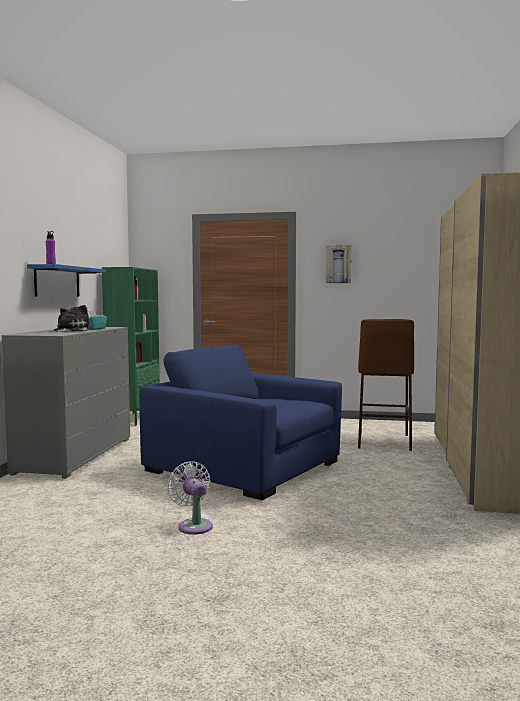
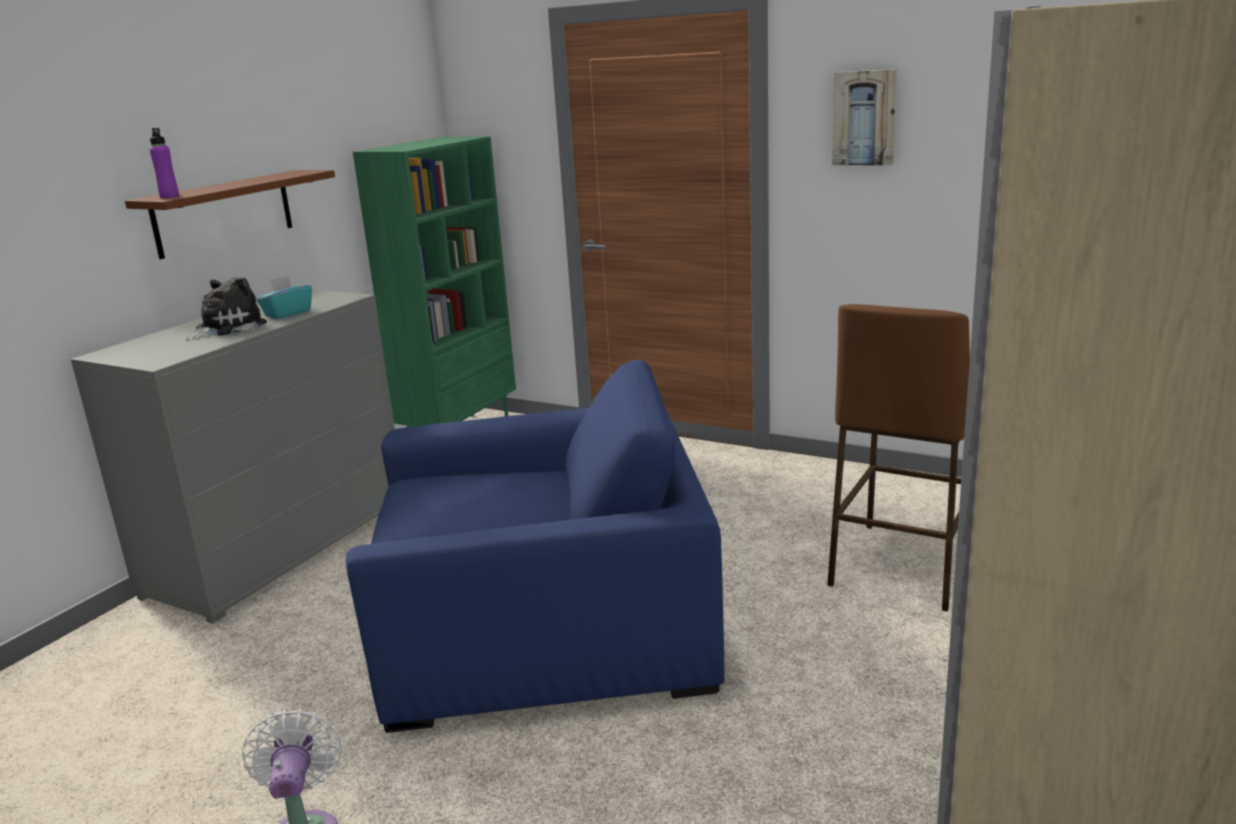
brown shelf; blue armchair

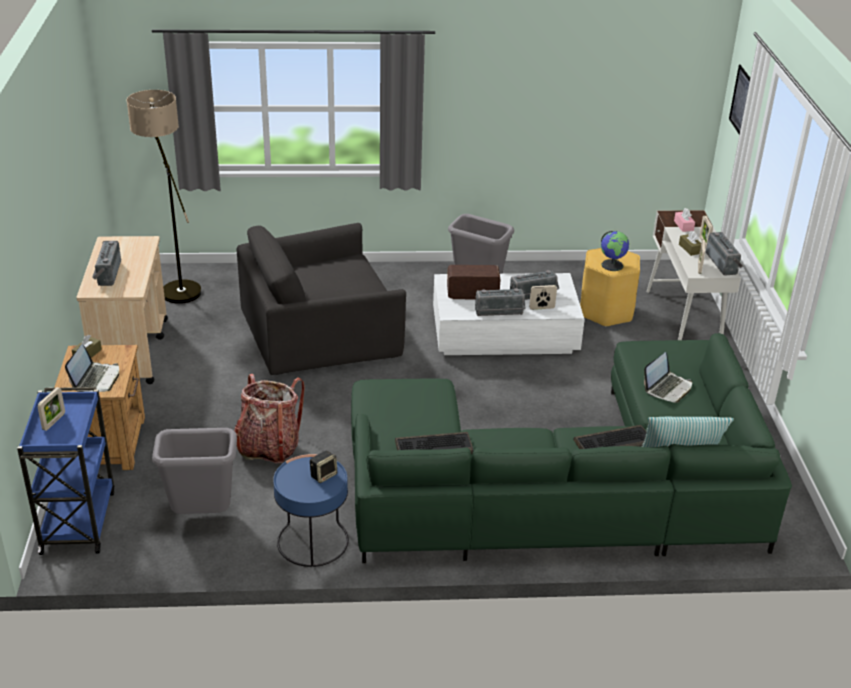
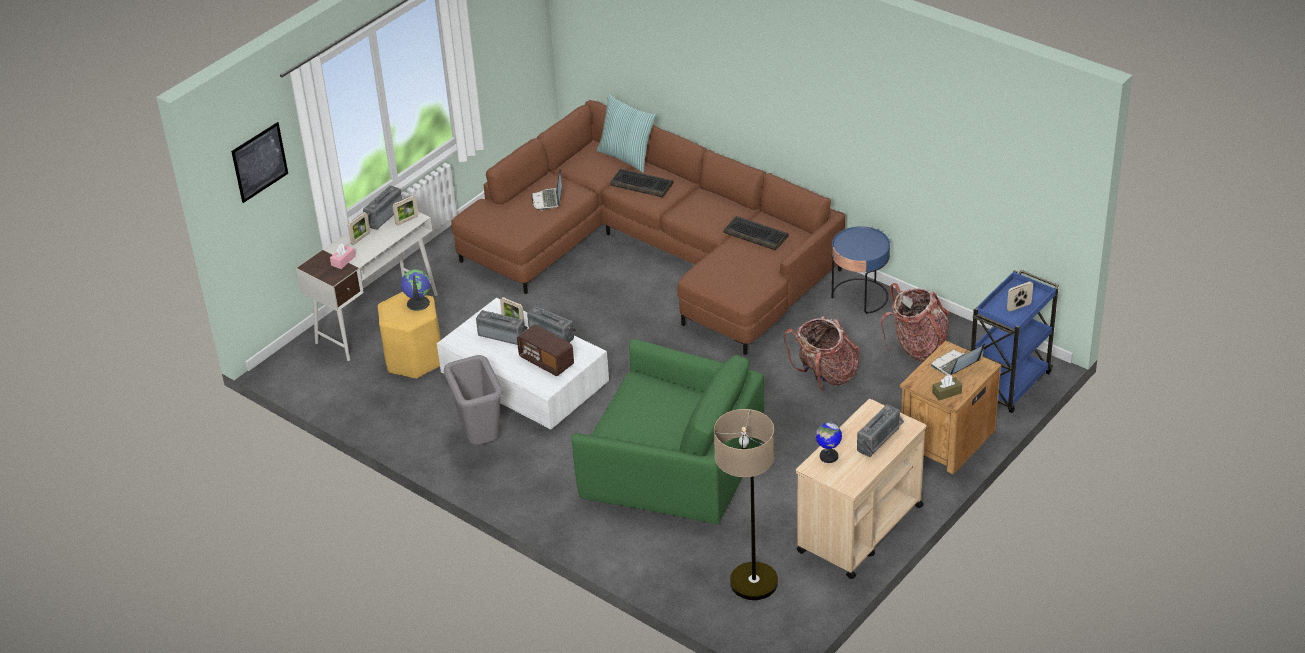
speaker; brown tissue box (2nd from left in the first image); globe (2nd from left); backpack (2nd from left); green armchair; brown sofa; laptop (1st from left)

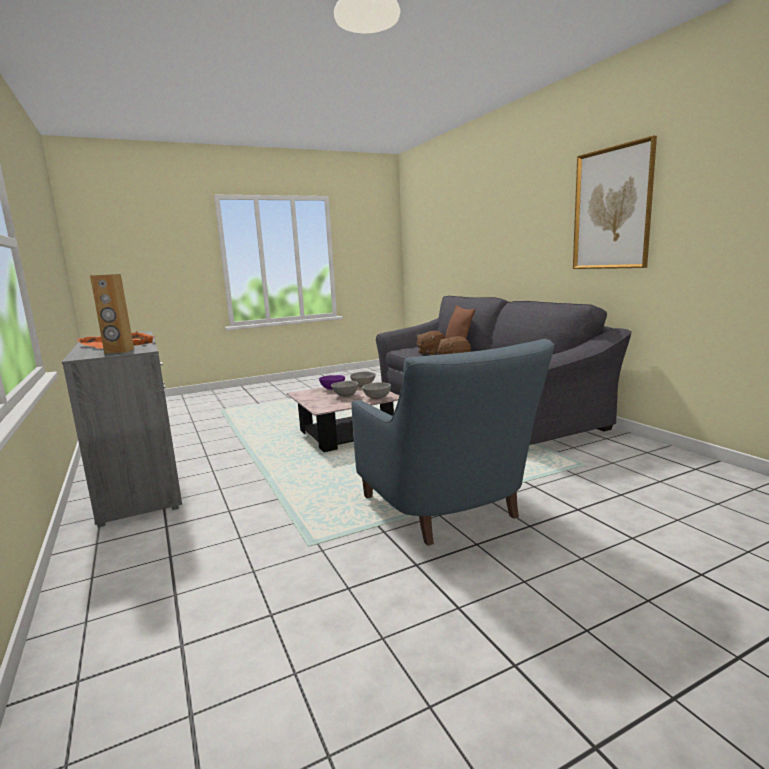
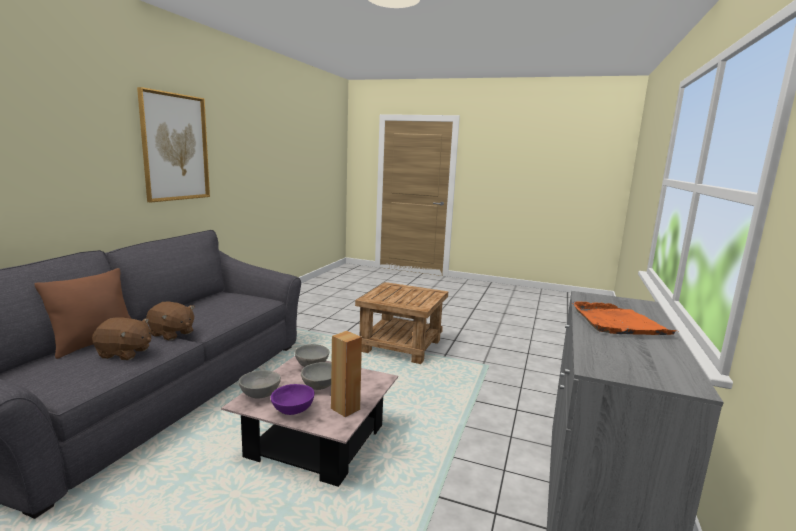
brown speaker; brown side table

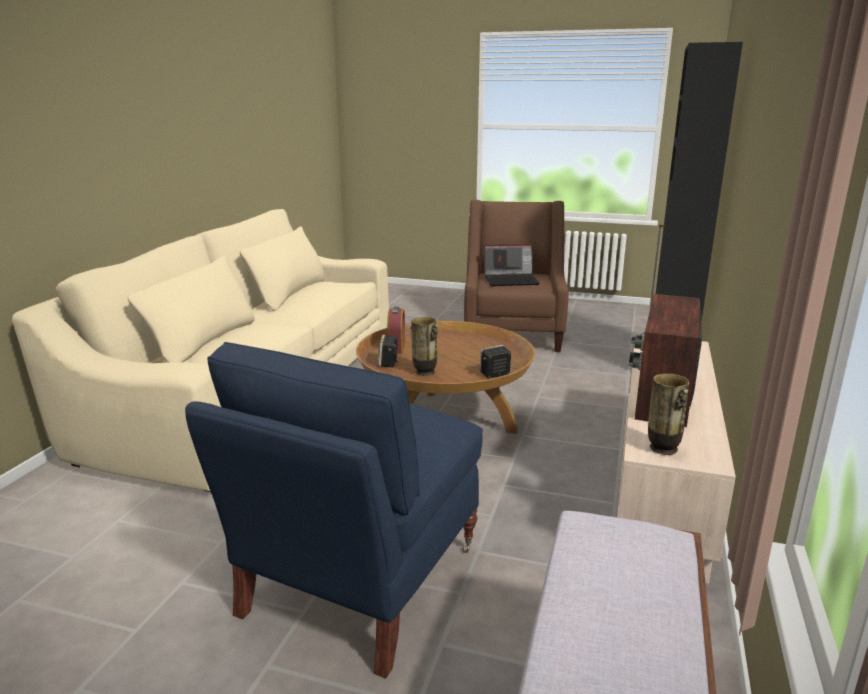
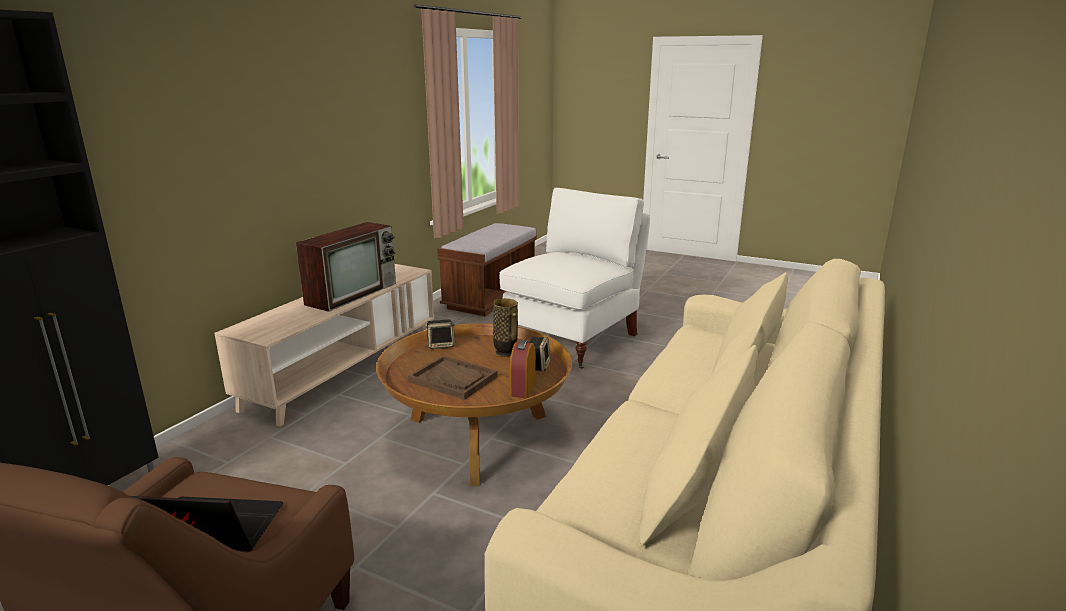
vase (2nd from left in the first image); brown tray; white armchair

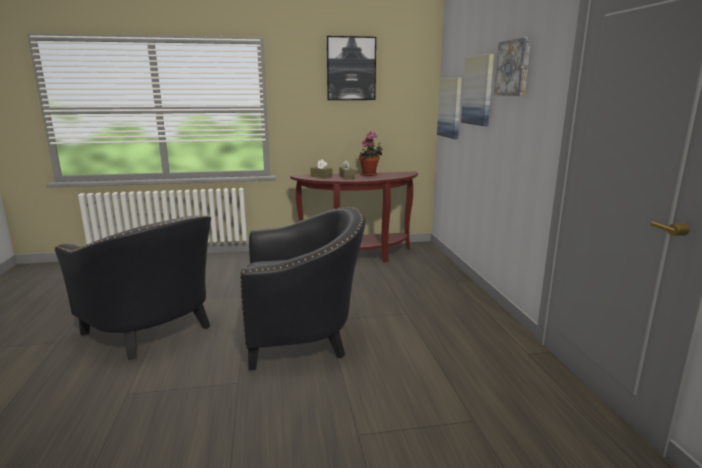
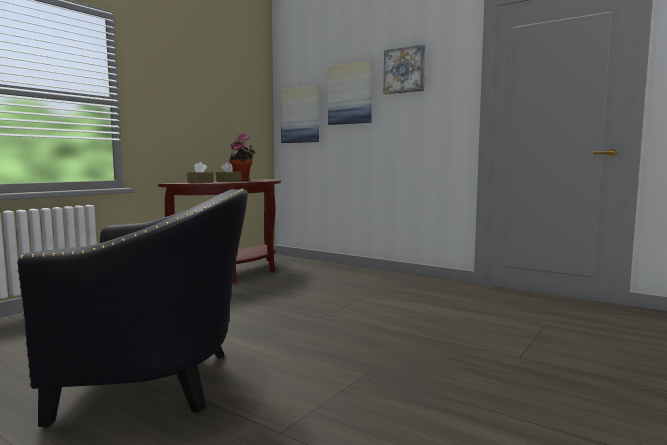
black armchair (2nd from left in the first image); picture (1st from left in the first image)

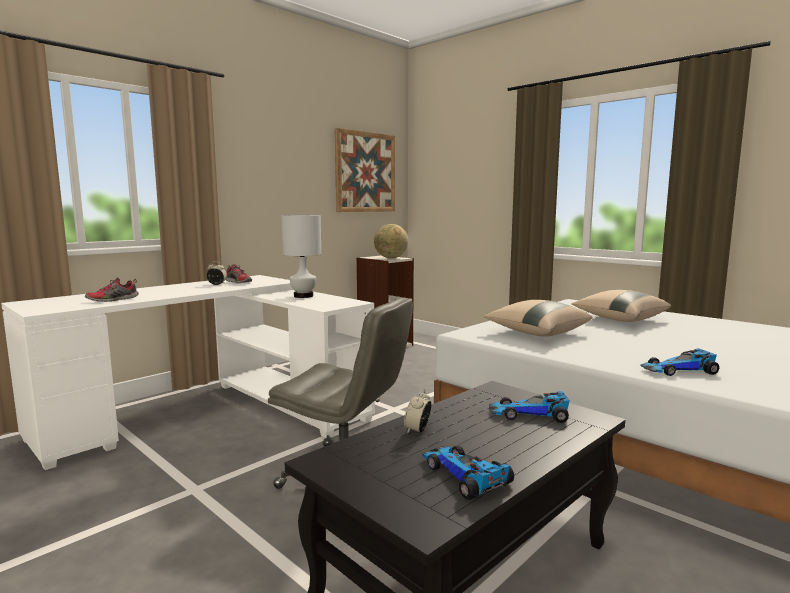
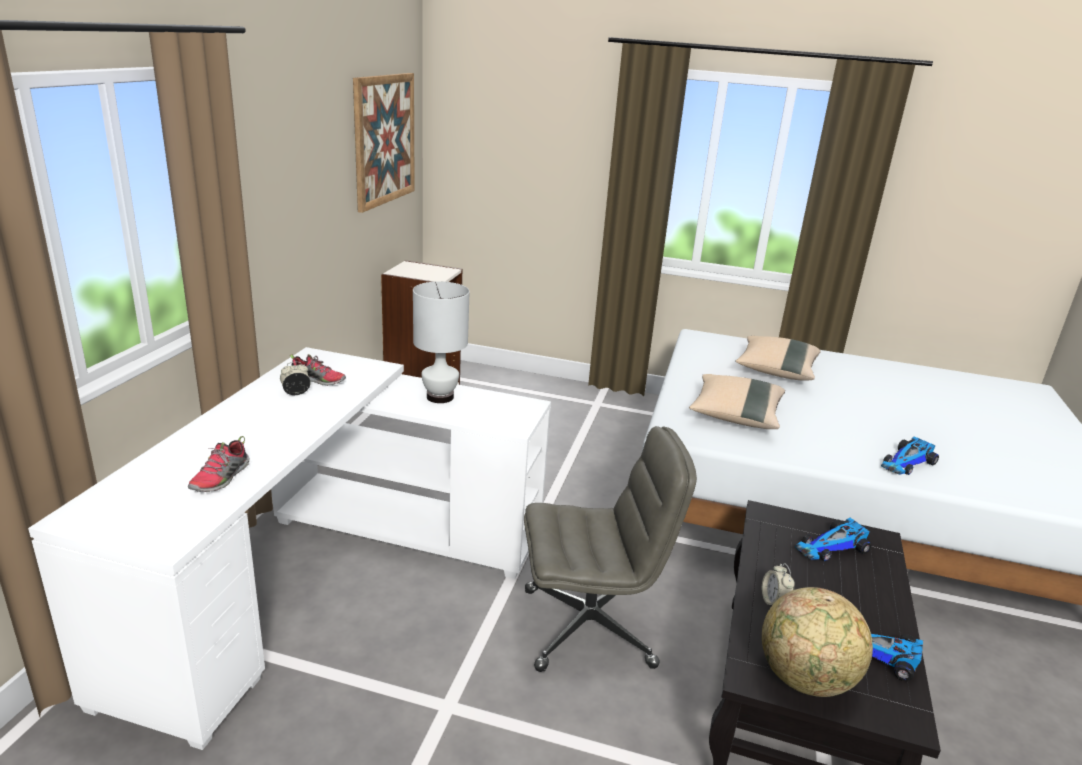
globe

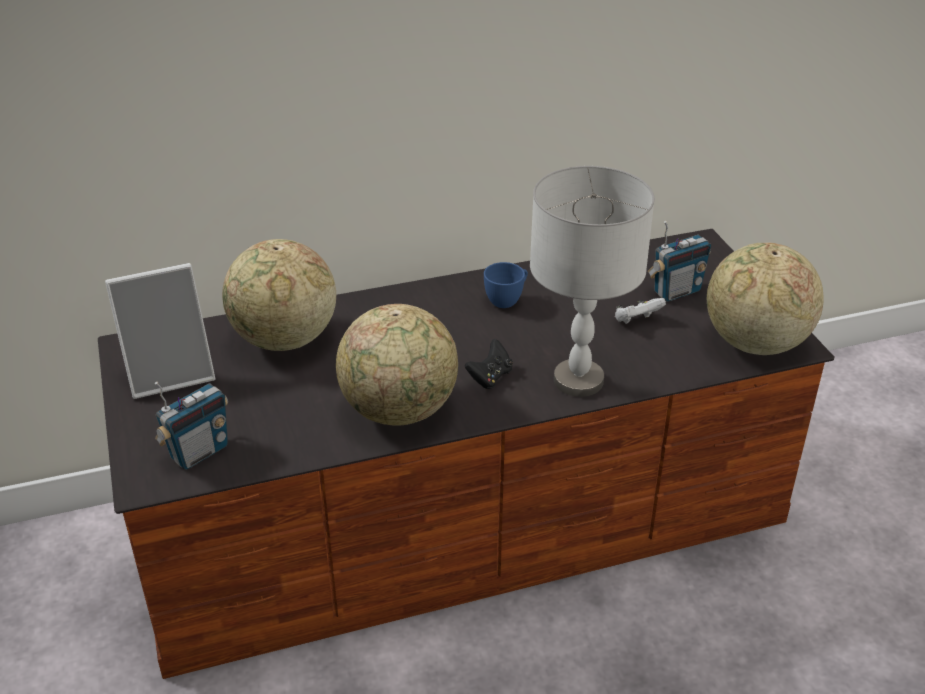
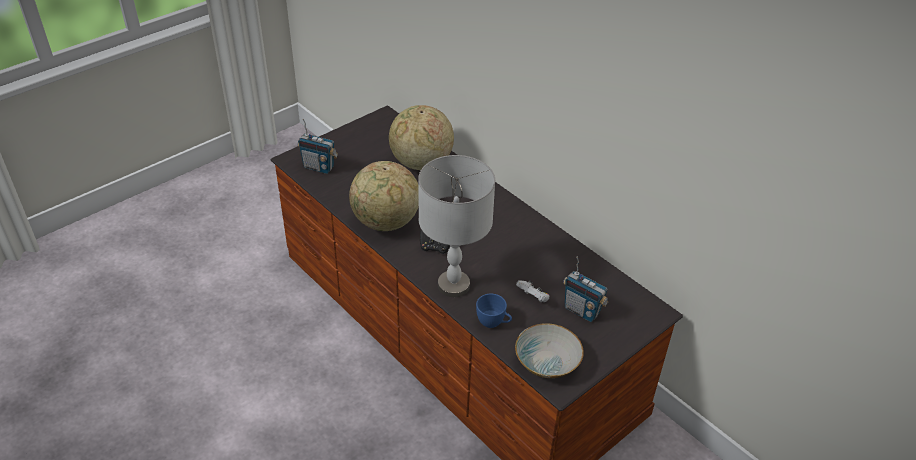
picture frame; blue cup; bowl

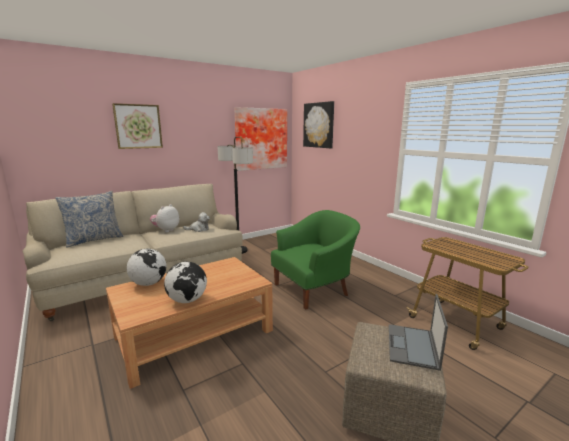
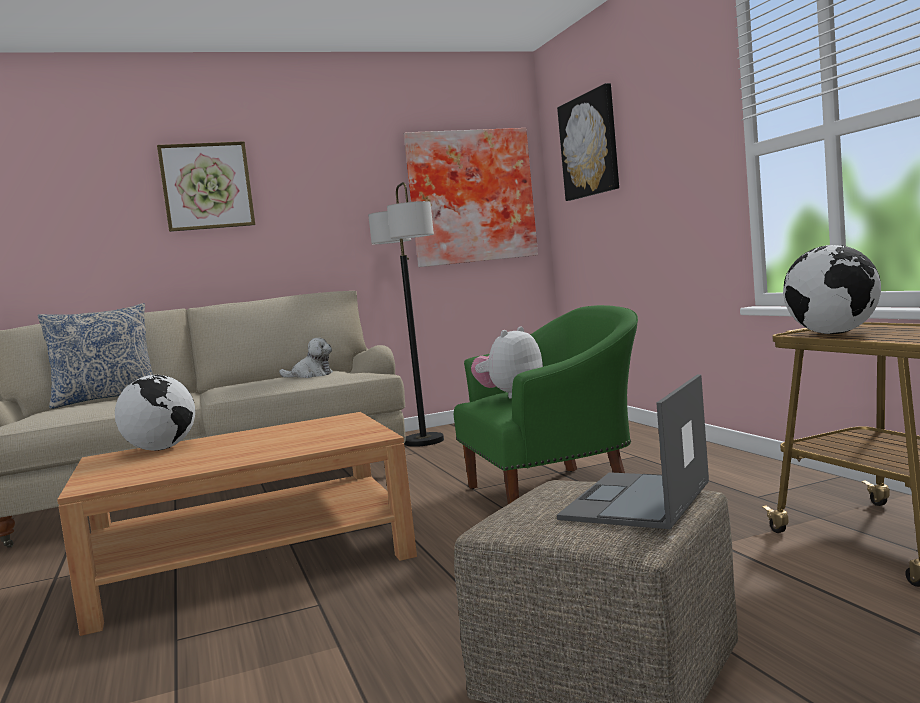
plush toy (2nd from left); globe (2nd from left)

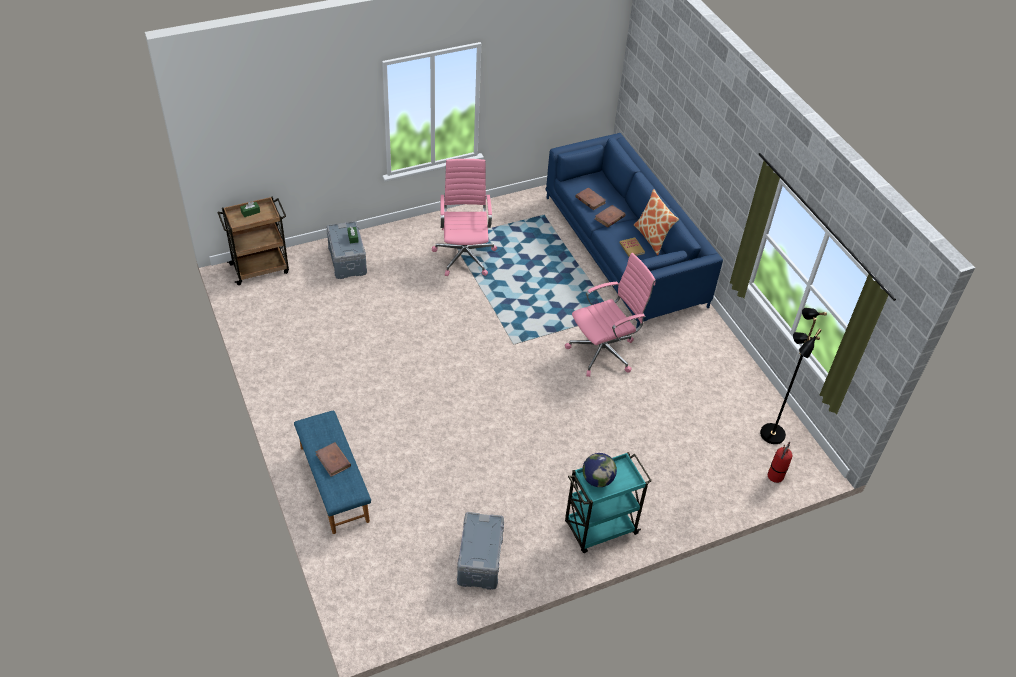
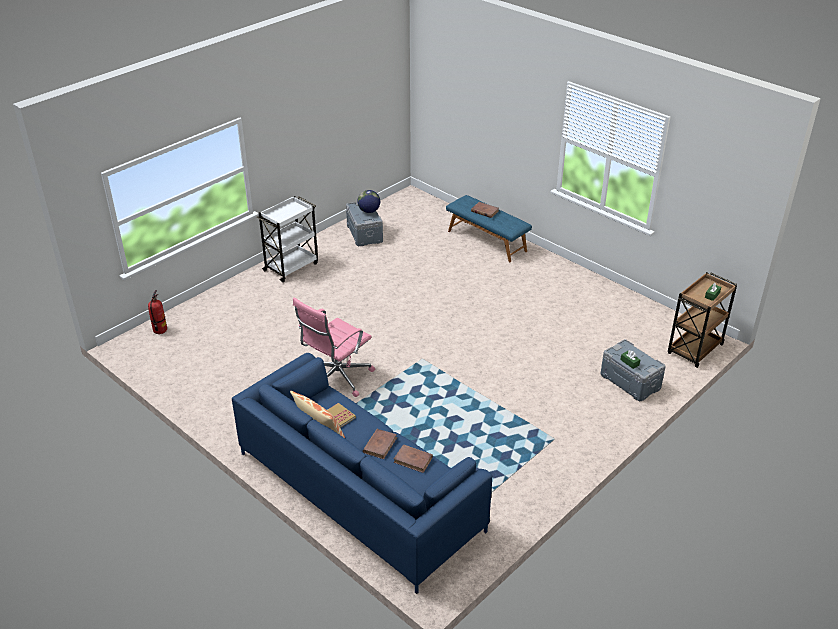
pink office chair (1st from left in the first image); black floor lamp; globe; white cart

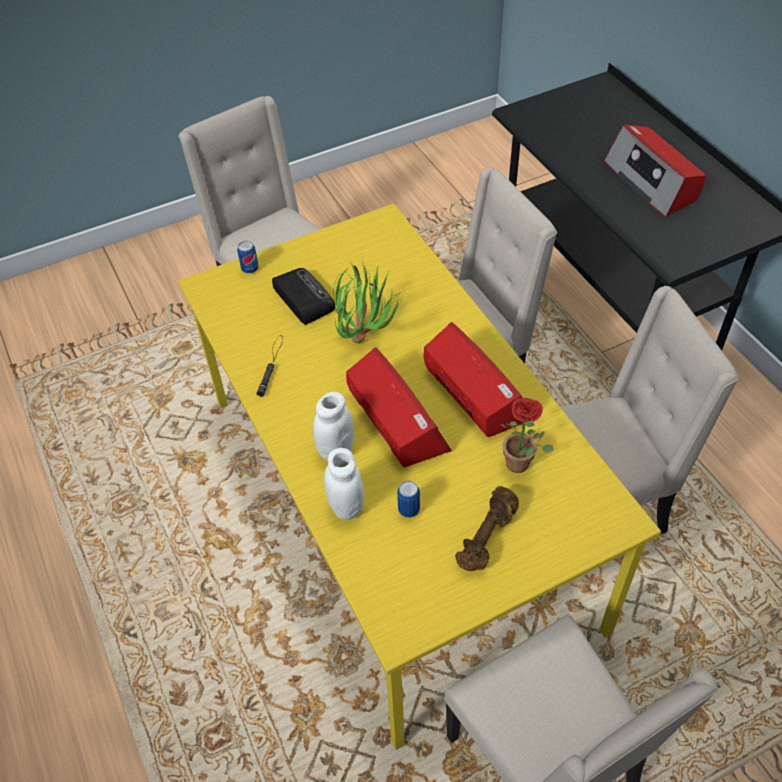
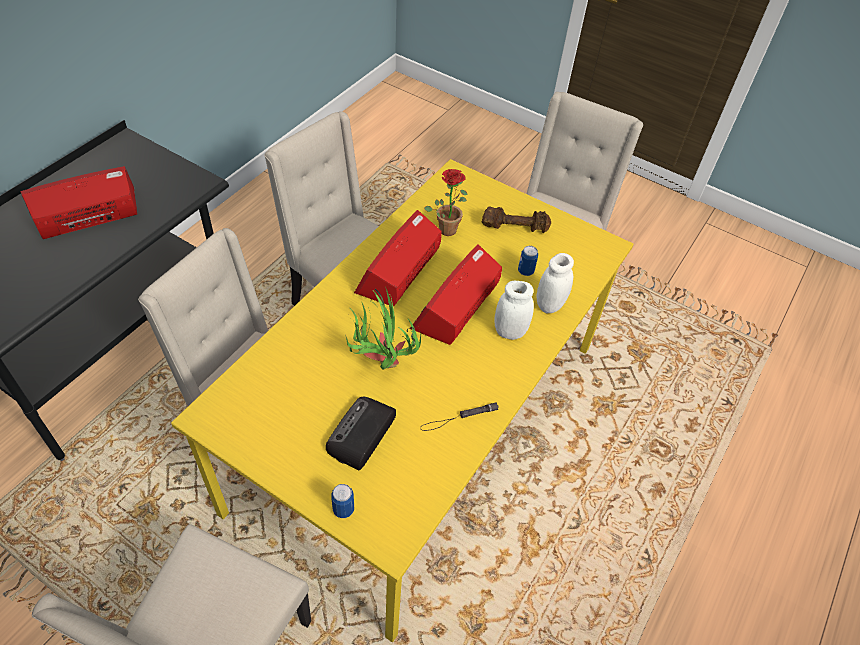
radio (1st from left)

